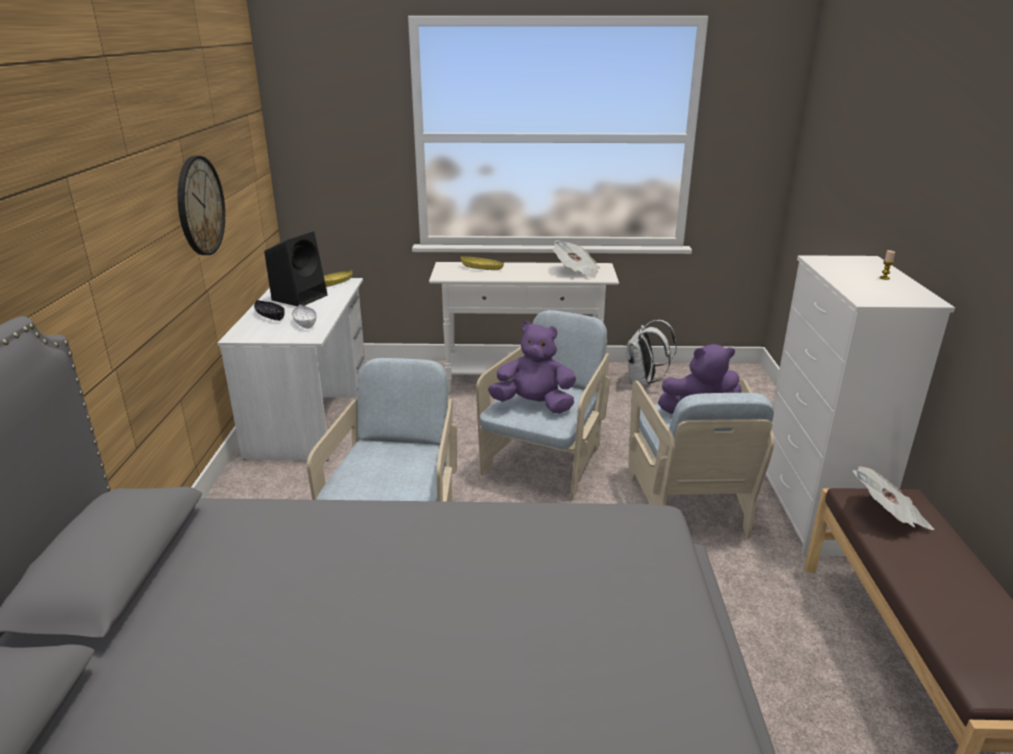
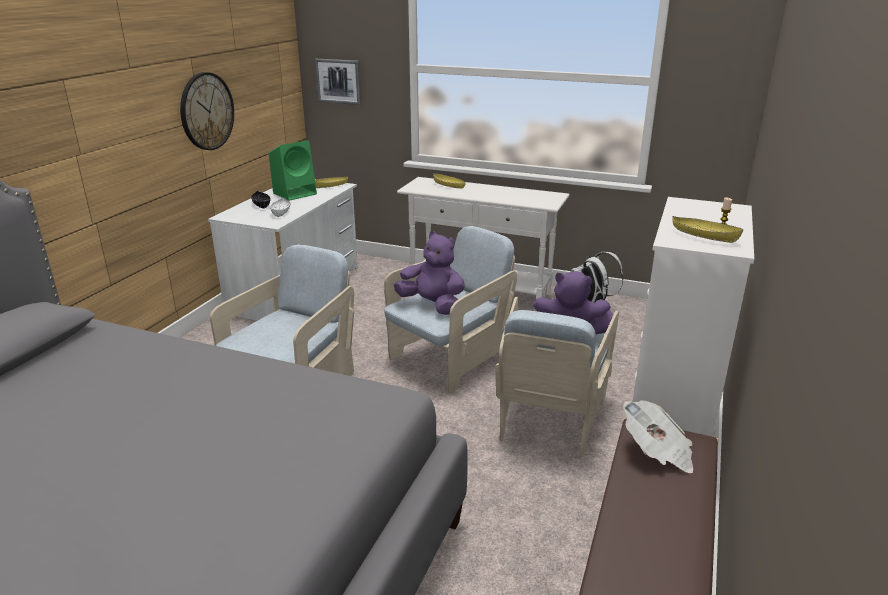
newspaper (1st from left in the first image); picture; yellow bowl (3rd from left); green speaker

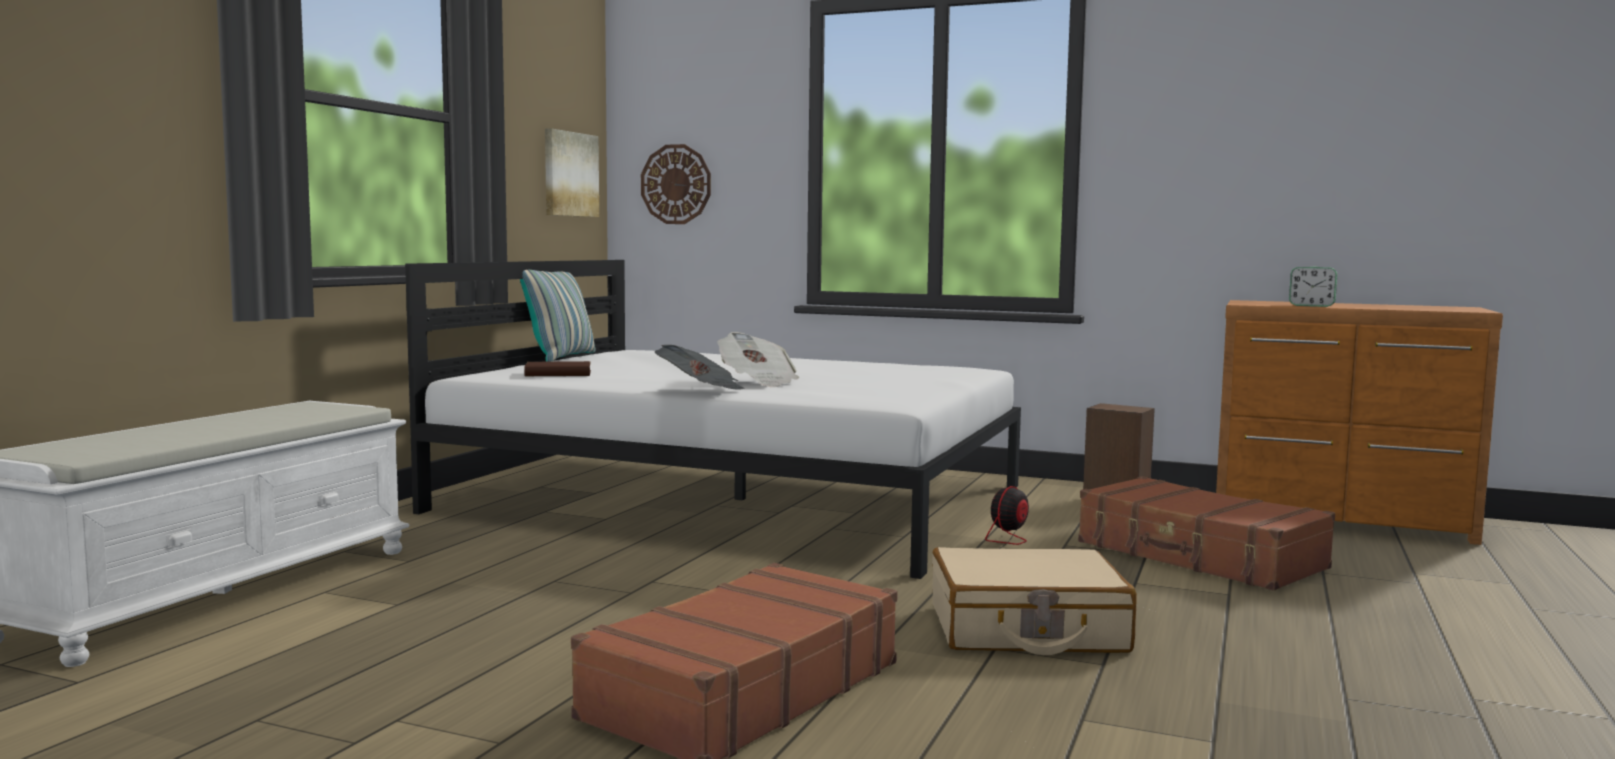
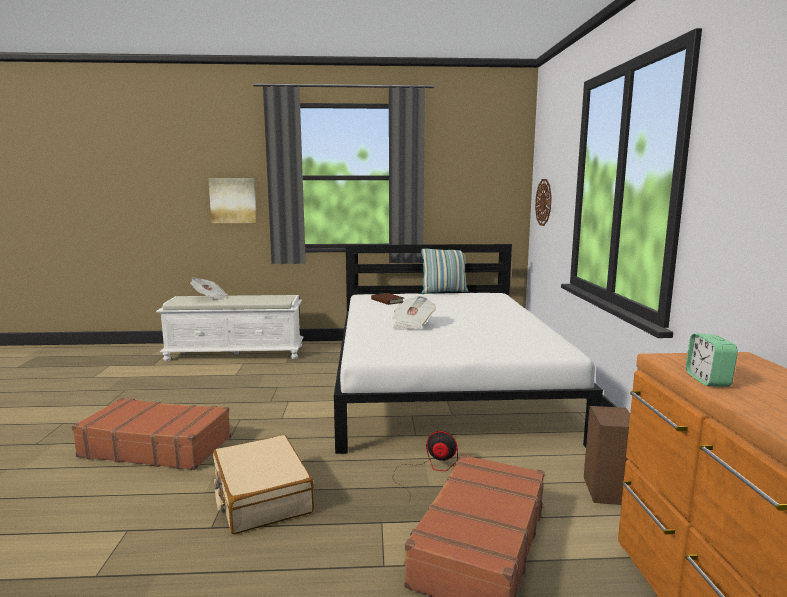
picture; newspaper (1st from left)

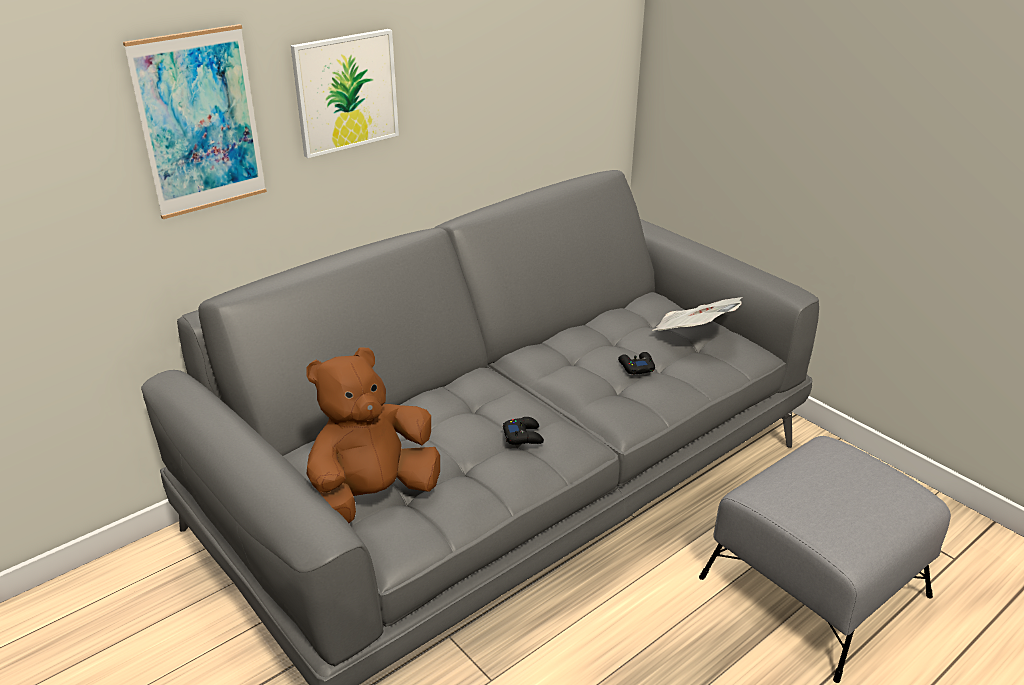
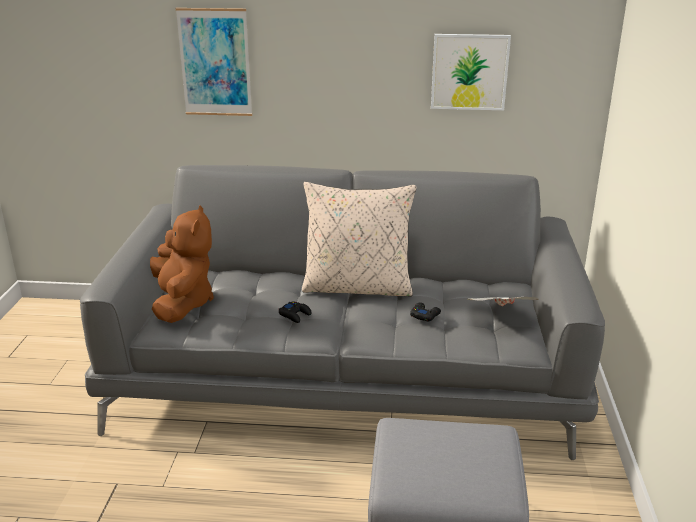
beige pillow; picture (2nd from left); brown plush toy

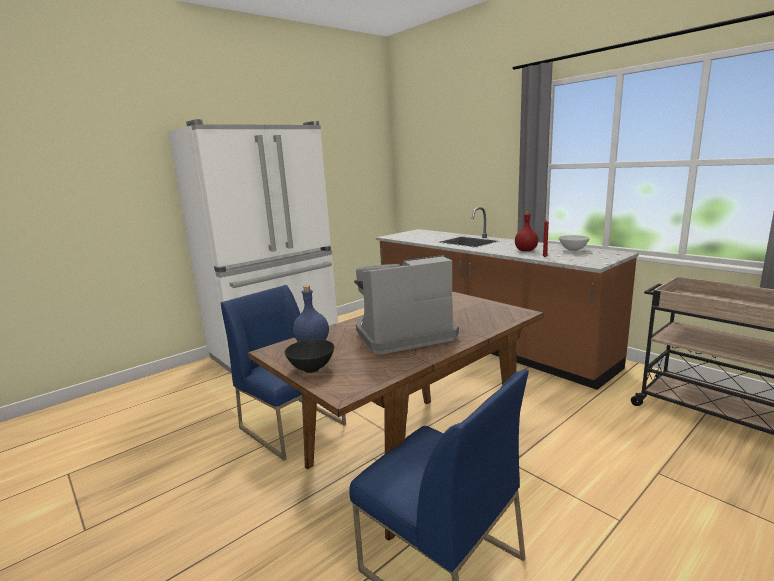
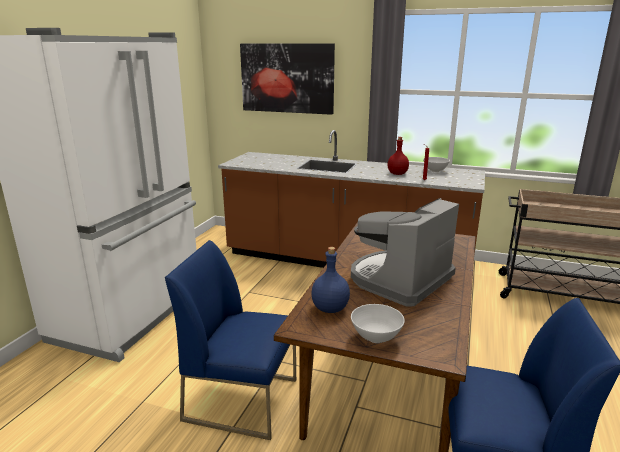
picture; white bowl (1st from left)

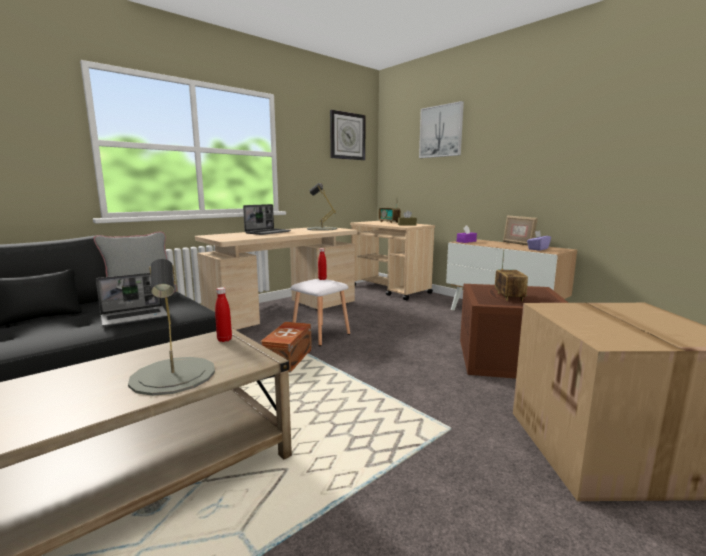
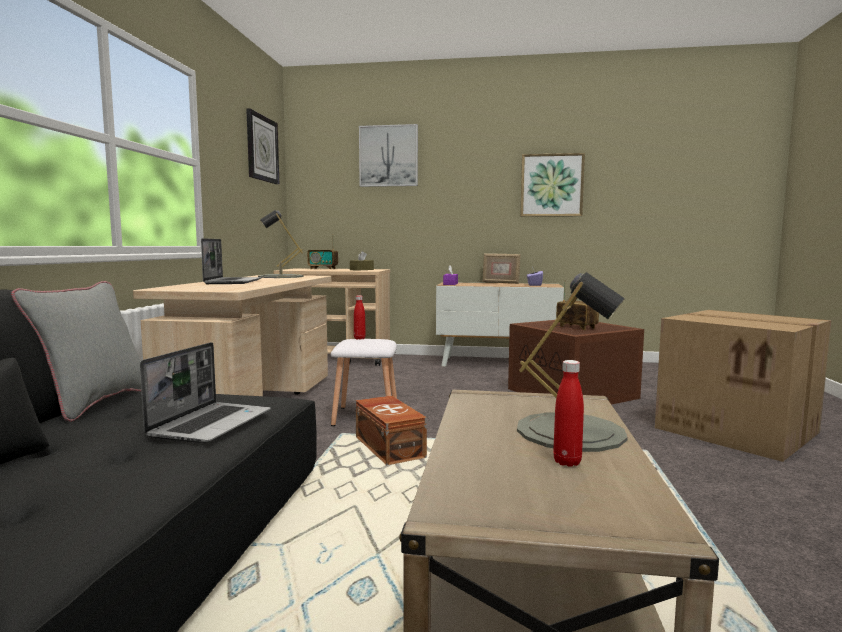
picture (2nd from left); red bottle (2nd from left)

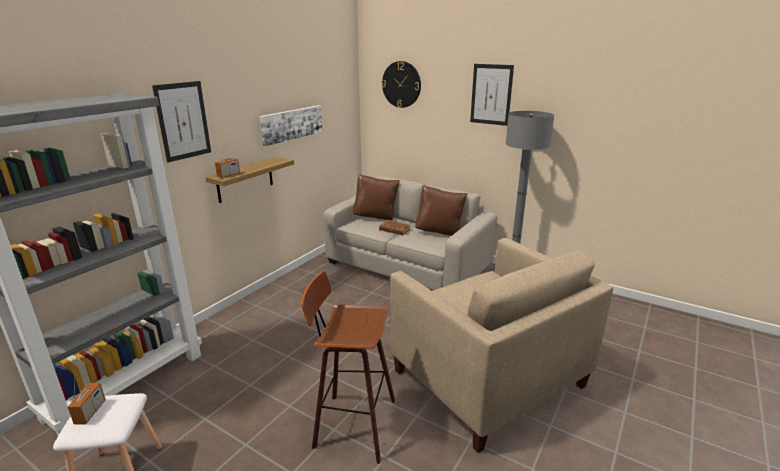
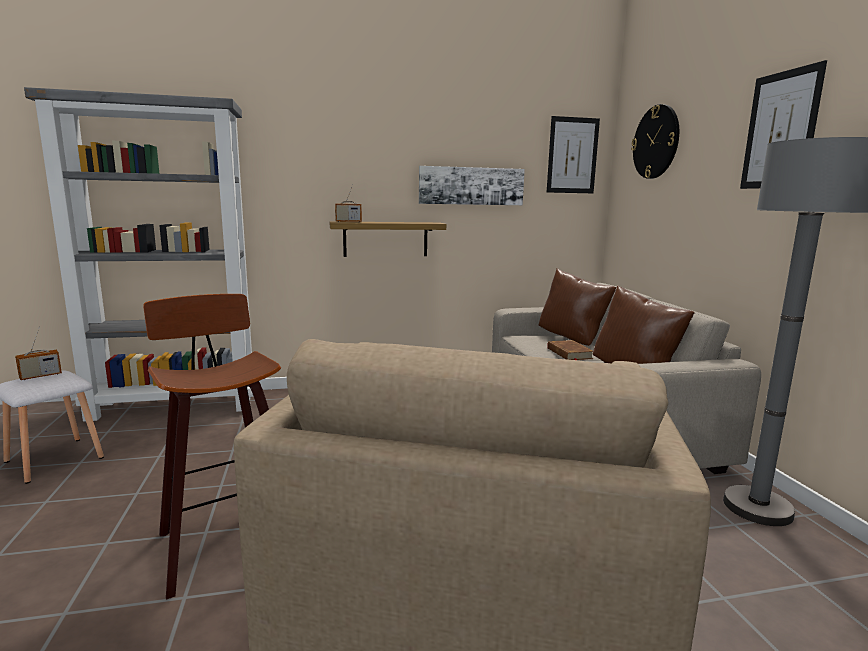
picture (2nd from left)

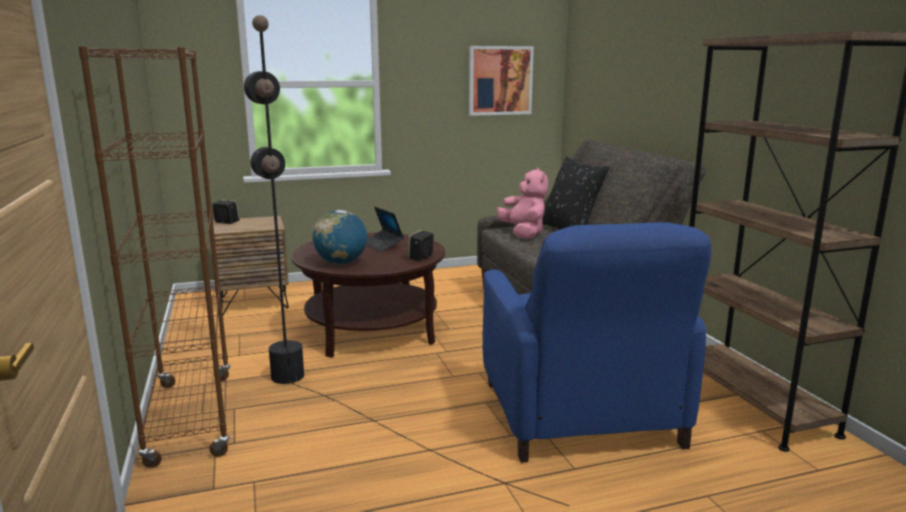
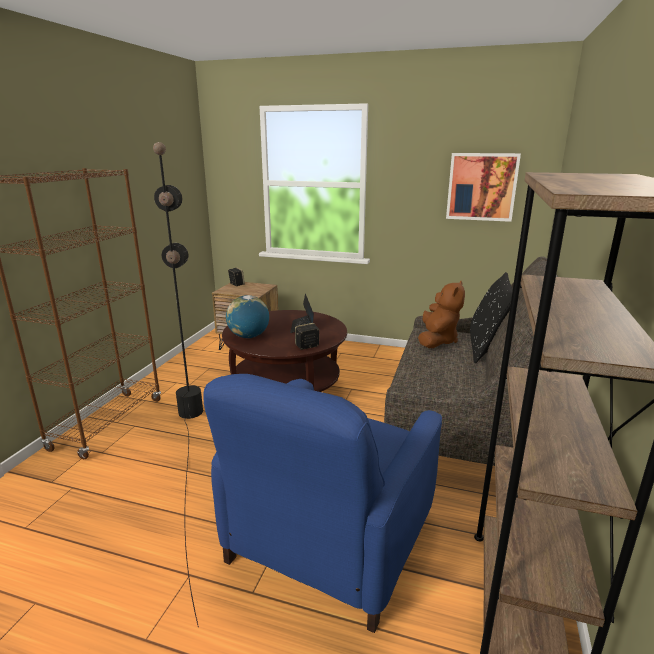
brown plush toy

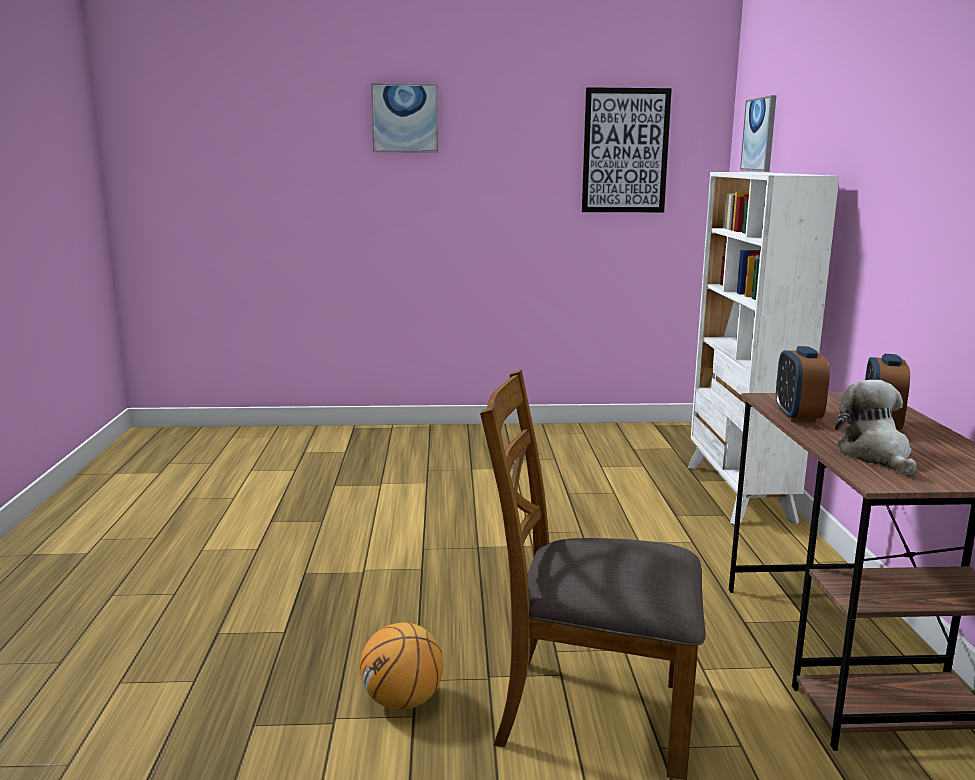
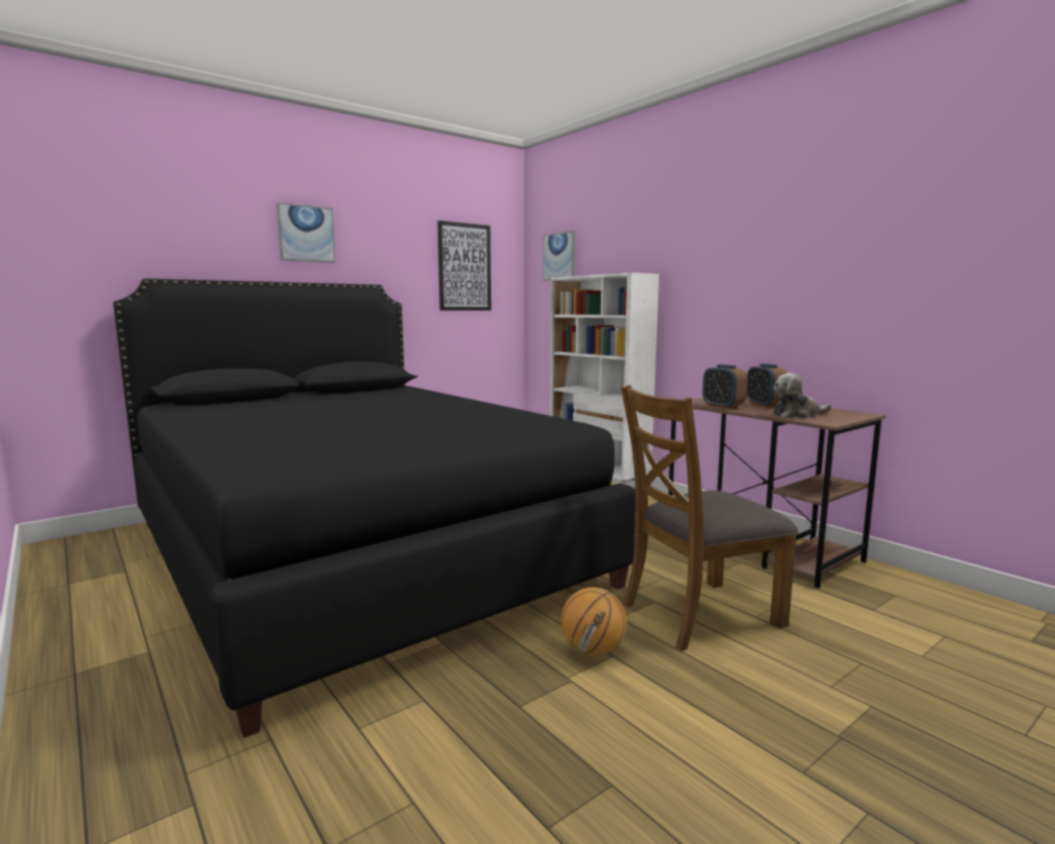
black bed; plush toy

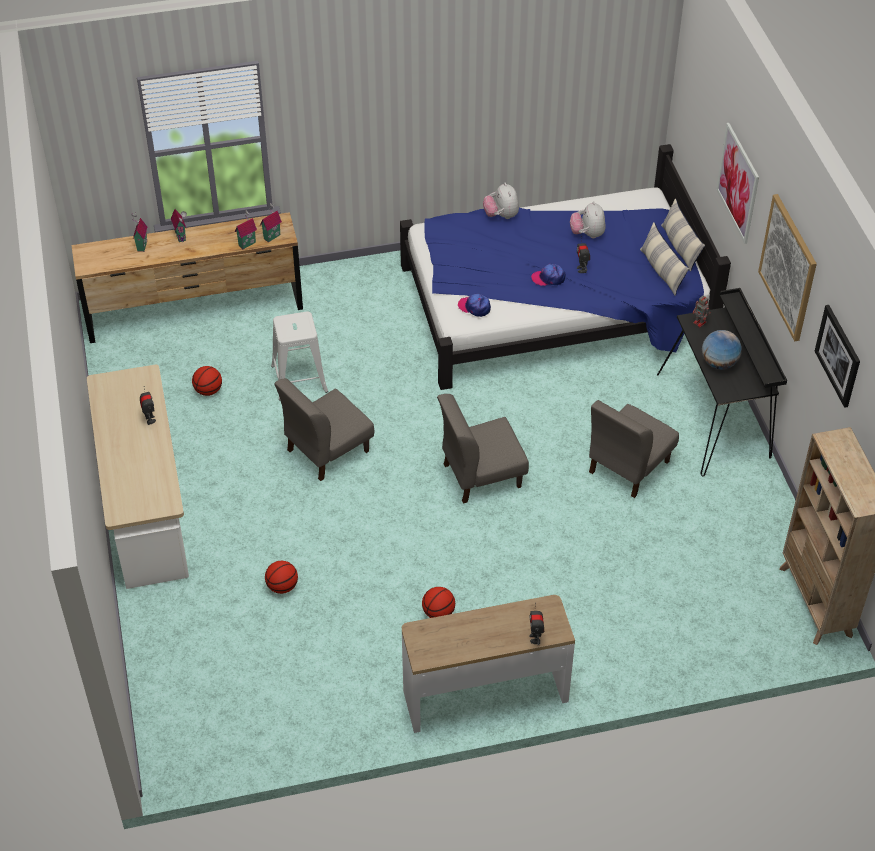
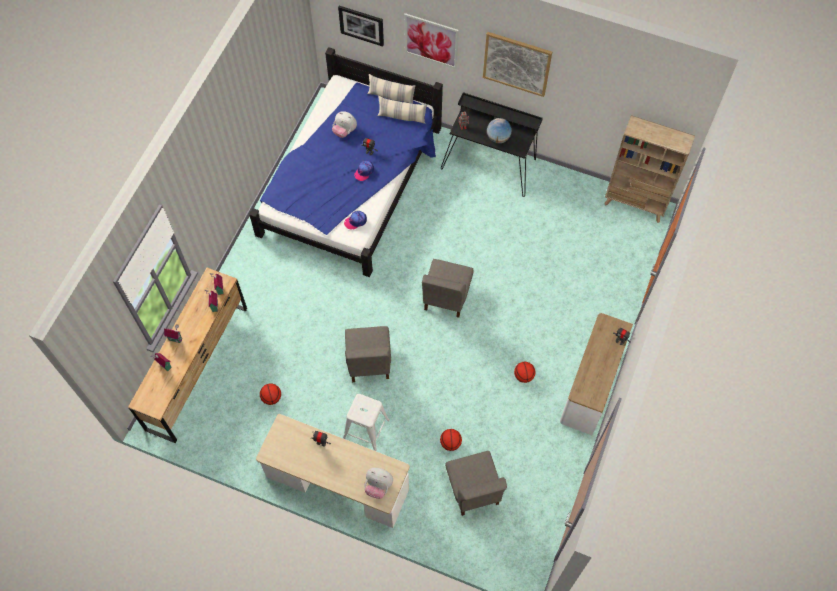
white stool; plush toy (2nd from left); grey chair (3rd from left); picture (1st from left)

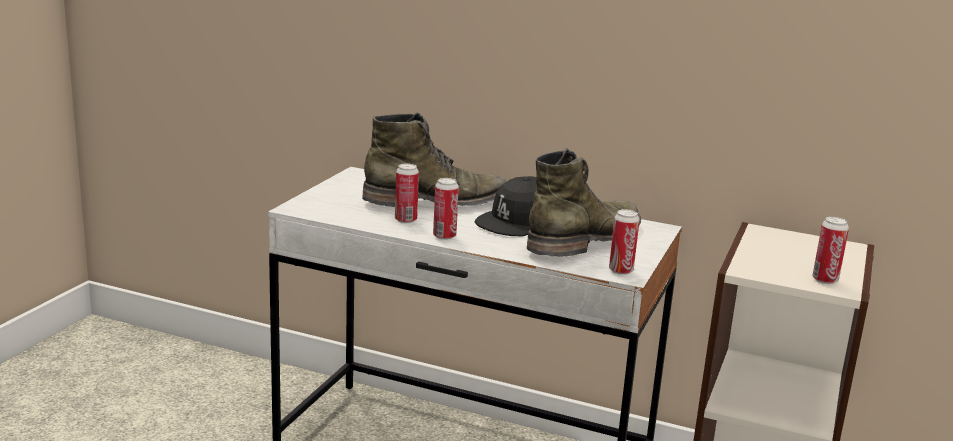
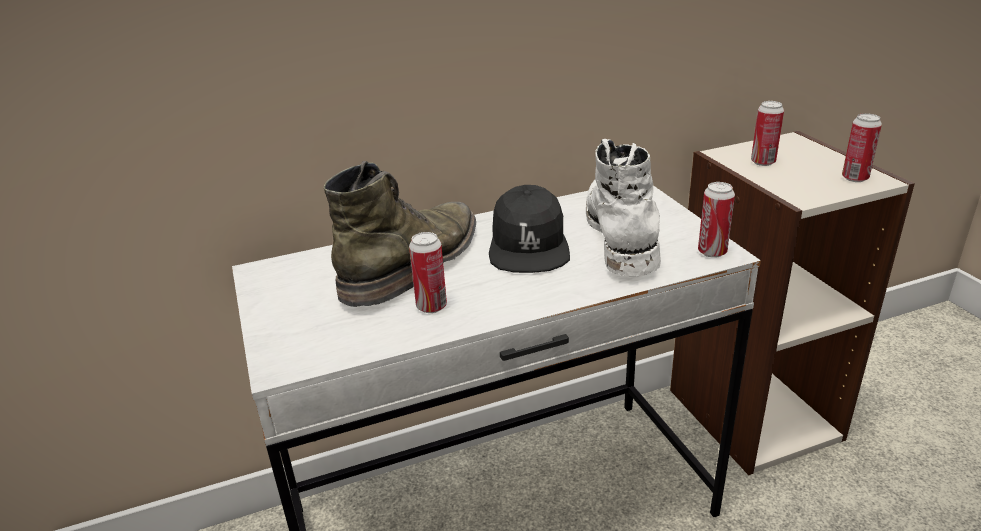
can (3rd from left); white boot

